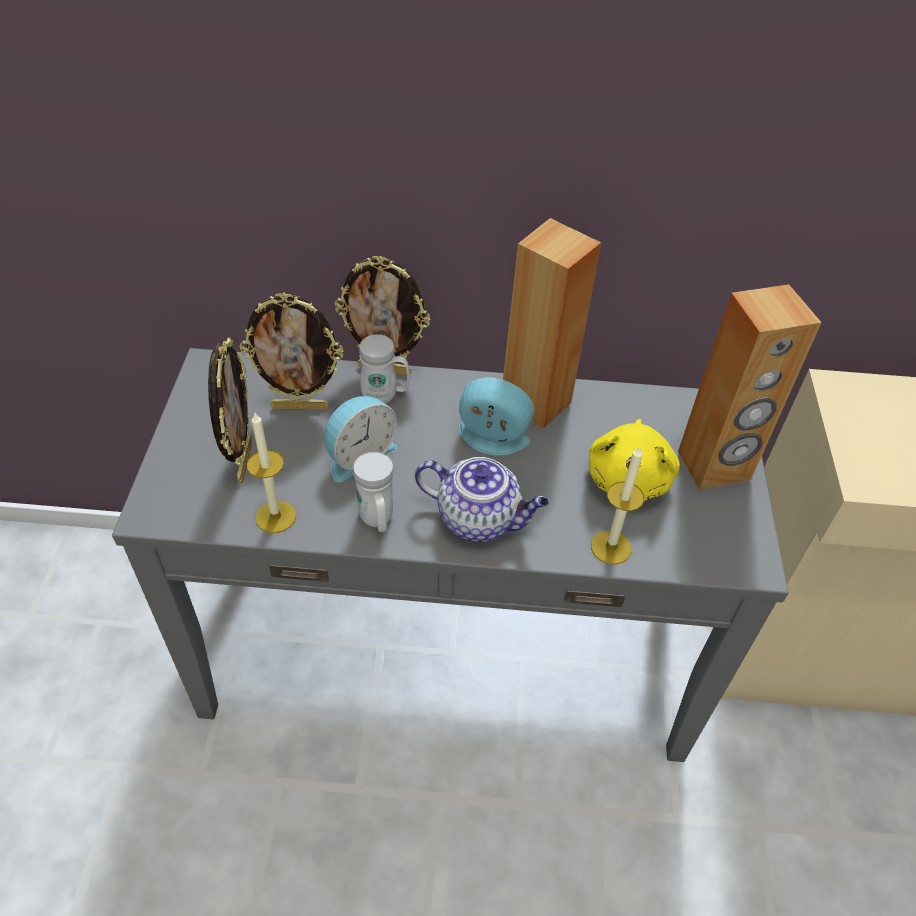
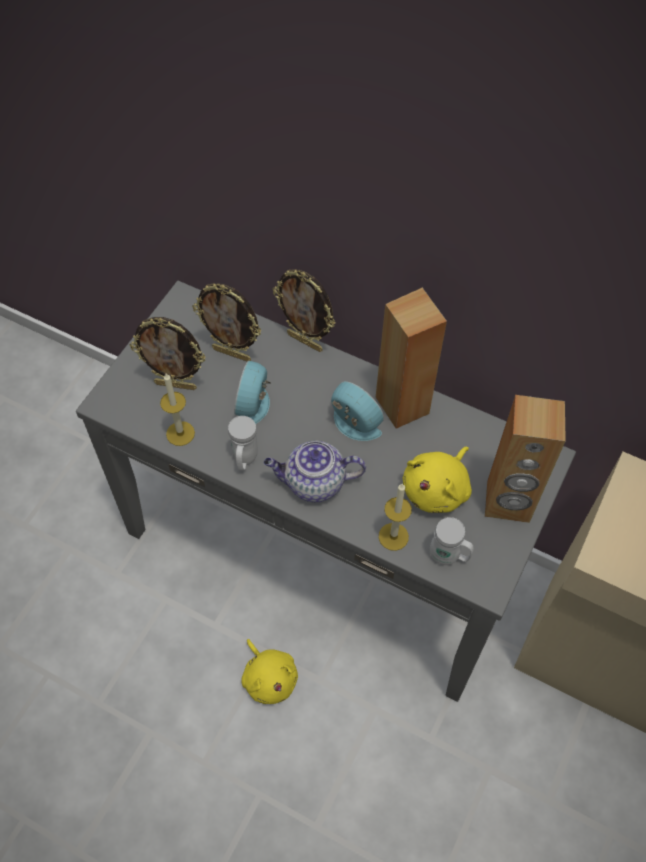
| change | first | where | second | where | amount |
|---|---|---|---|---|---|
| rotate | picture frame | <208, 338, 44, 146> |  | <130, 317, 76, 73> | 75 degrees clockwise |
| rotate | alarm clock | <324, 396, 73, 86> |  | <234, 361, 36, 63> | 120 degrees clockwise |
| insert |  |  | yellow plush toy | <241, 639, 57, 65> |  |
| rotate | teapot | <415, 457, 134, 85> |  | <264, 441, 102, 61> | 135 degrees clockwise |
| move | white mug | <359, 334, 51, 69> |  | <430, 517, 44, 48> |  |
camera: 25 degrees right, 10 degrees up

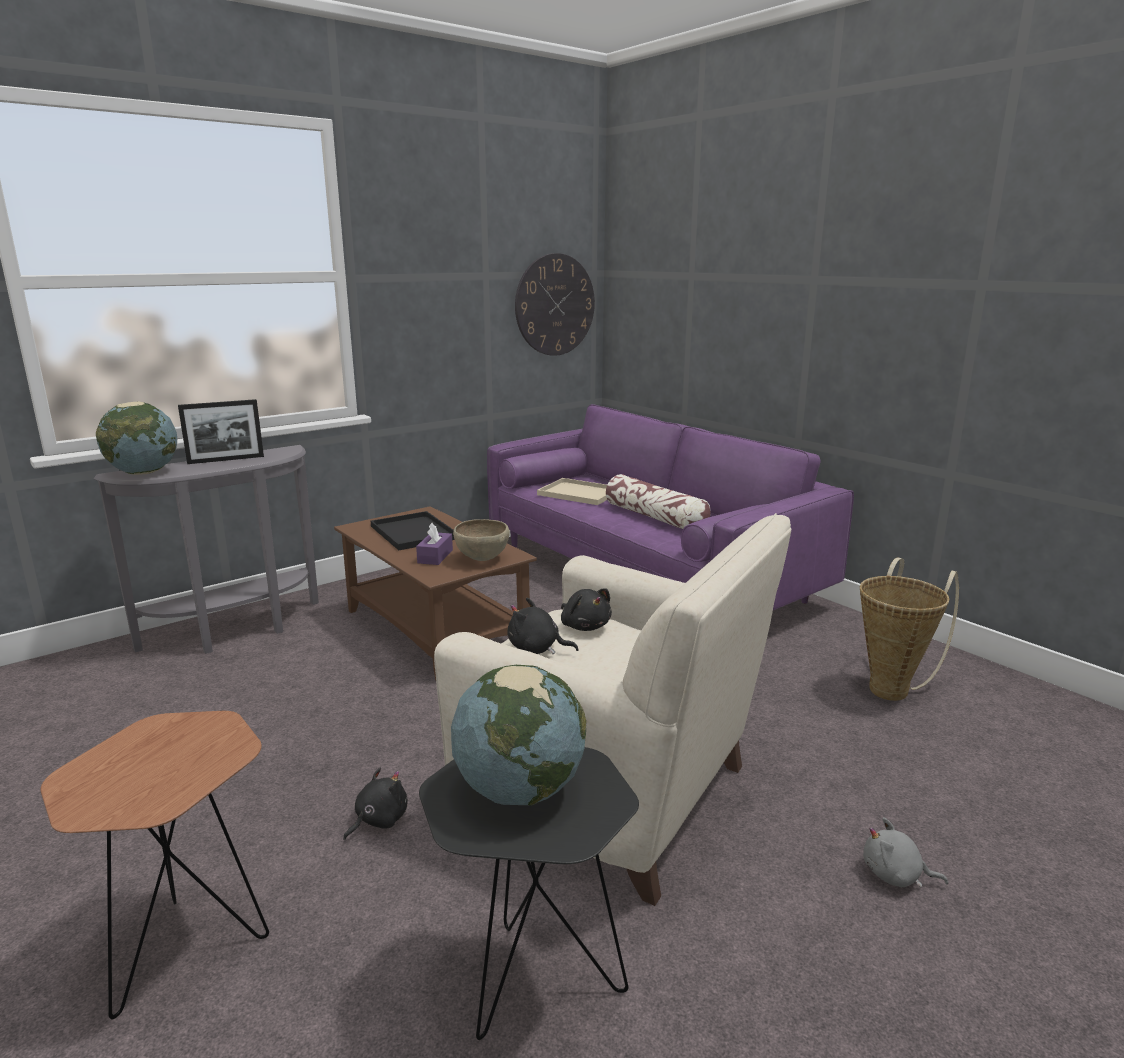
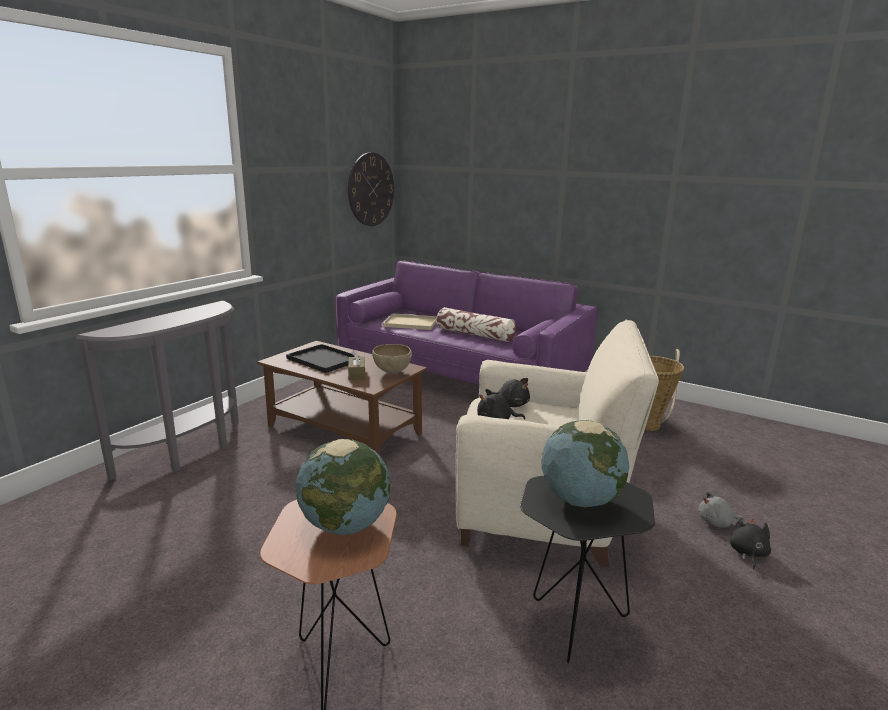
| change | first | where | second | where | amount |
|---|---|---|---|---|---|
| move | globe | <96, 402, 81, 73> |  | <296, 439, 95, 96> |  |
| recolor | purple tissue box | <416, 523, 37, 42> | brown tissue box | <348, 350, 17, 30> |  |
| move | black plush toy | <343, 768, 64, 72> |  | <730, 518, 41, 51> |  |
| delete | picture frame | <178, 399, 86, 65> |  |  |  |
camera: 20 degrees left, 0 degrees up

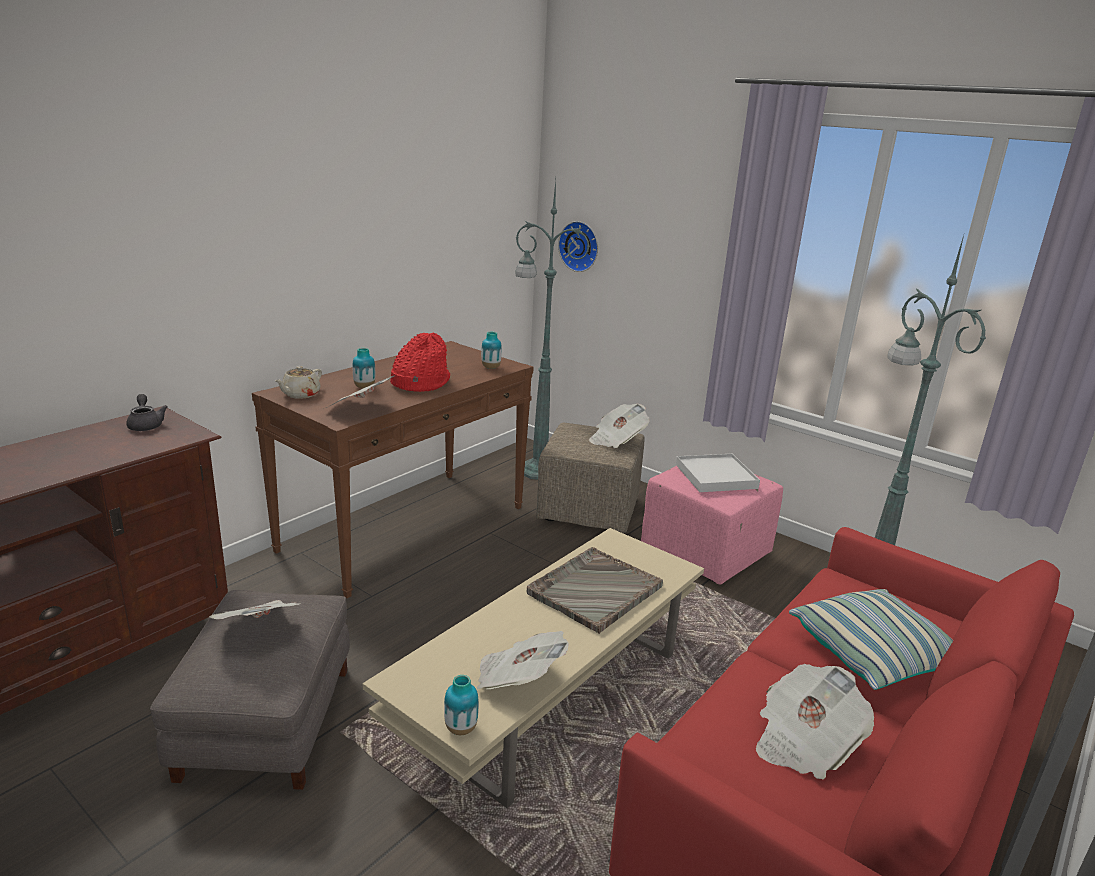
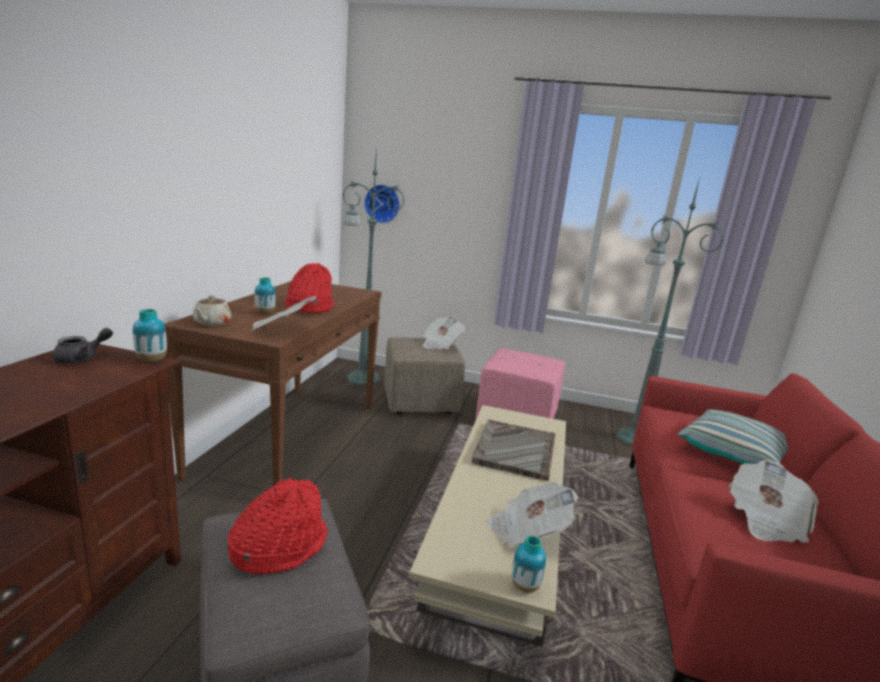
| change | first | where | second | where | amount |
|---|---|---|---|---|---|
| rotate | grey teapot | <126, 394, 42, 37> |  | <52, 328, 61, 36> | 90 degrees clockwise |
| move | vase | <481, 332, 21, 37> |  | <133, 309, 34, 53> |  |
| replace | newspaper | <209, 600, 90, 19> | red hat | <228, 478, 100, 97> |  |
| delete | white tray | <676, 454, 84, 38> |  |  |  |
camera: 25 degrees left, 5 degrees down

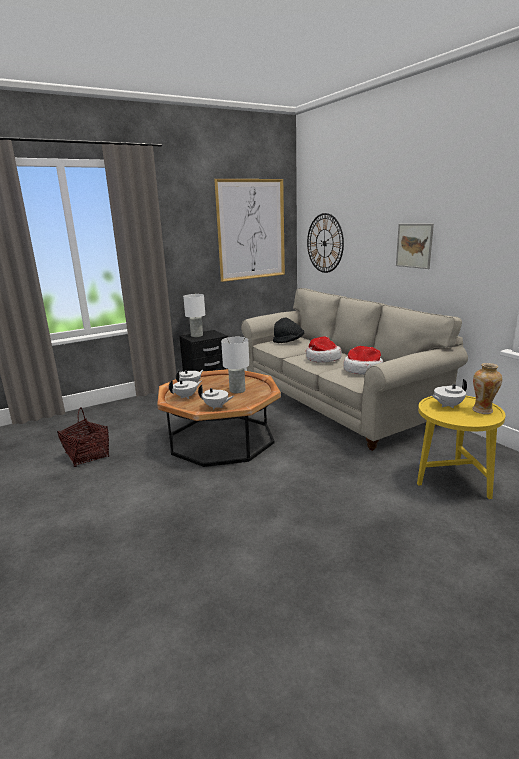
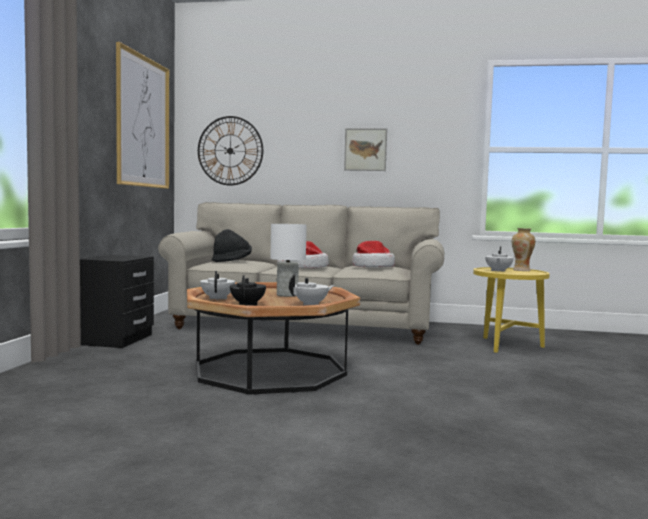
| change | first | where | second | where | amount |
|---|---|---|---|---|---|
| recolor | white teapot | <169, 380, 32, 19> | black teapot | <230, 275, 36, 31> |  |
| delete | basket | <57, 407, 52, 60> |  |  |  |
| delete | white table lamp | <183, 294, 22, 43> |  |  |  |
camera: 50 degrees left, 15 degrees down

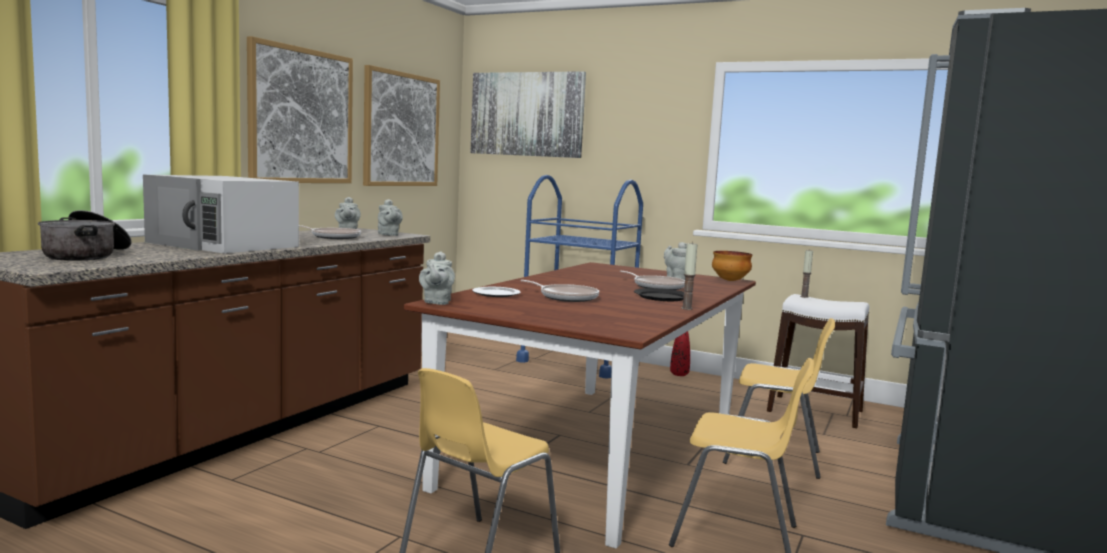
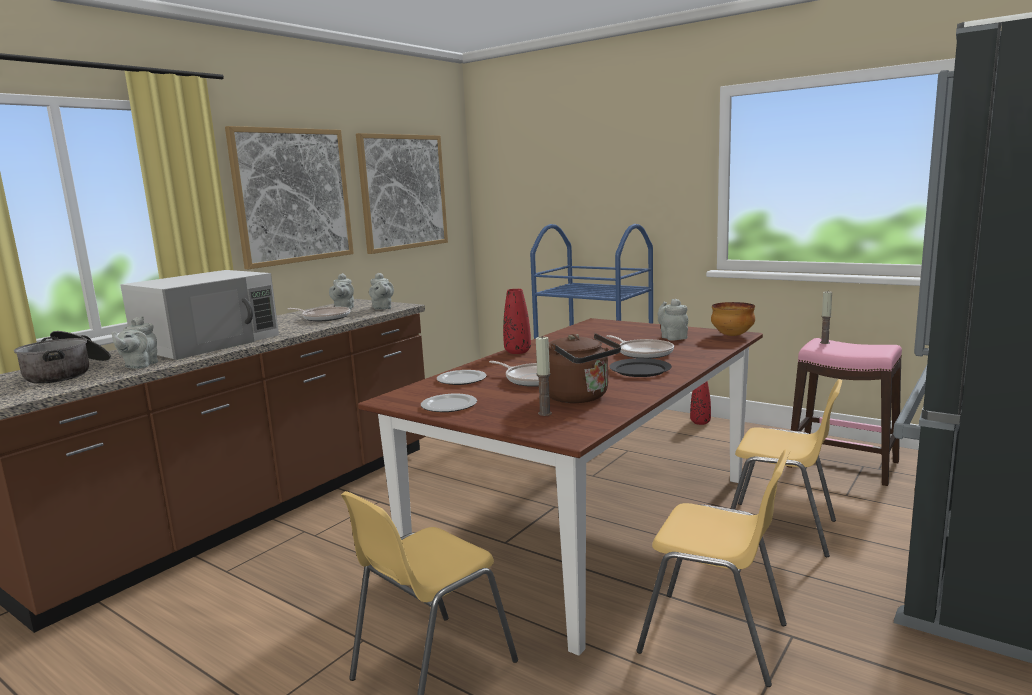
| change | first | where | second | where | amount |
|---|---|---|---|---|---|
| move | grey teapot | <419, 252, 36, 53> |  | <111, 316, 47, 53> |  |
| rotate | white microwave | <143, 175, 156, 79> |  | <120, 270, 159, 90> | 90 degrees counterclockwise |
| insert |  |  | plate | <421, 393, 56, 19> |  |
| insert |  |  | red vase | <503, 289, 28, 65> |  |
| move | candle | <681, 242, 17, 68> |  | <536, 335, 16, 81> |  |
| insert |  |  | brown kettle | <549, 333, 72, 70> |  |
| recolor | white stool | <767, 294, 102, 134> | pink stool | <787, 338, 115, 148> |  |
| delete | picture | <470, 71, 116, 87> |  |  |  |
camera: 10 degrees right, 5 degrees up

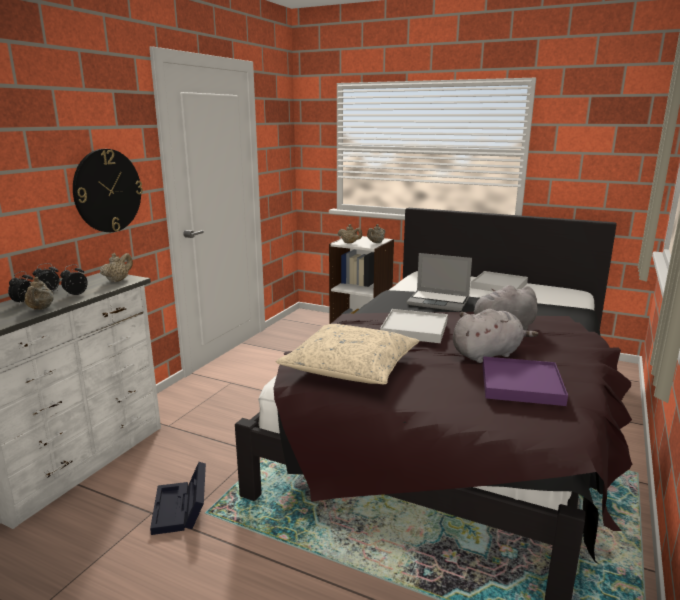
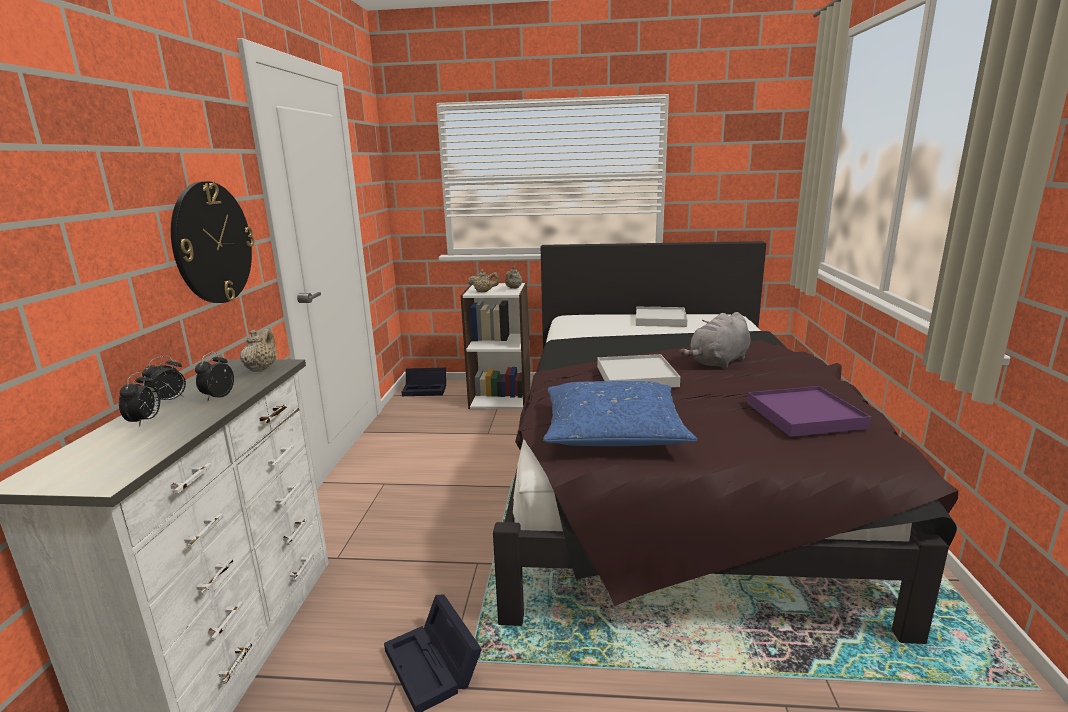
| change | first | where | second | where | amount |
|---|---|---|---|---|---|
| insert |  |  | black storage box | <402, 368, 44, 28> |  |
| recolor | beige pillow | <276, 324, 143, 60> | blue pillow | <543, 381, 154, 65> |  |
| delete | beige teapot | <25, 277, 29, 33> |  |  |  |
| delete | laptop | <407, 253, 65, 59> |  |  |  |
| delete | grey plush toy | <453, 309, 85, 54> |  |  |  |
camera: 20 degrees left, 0 degrees up

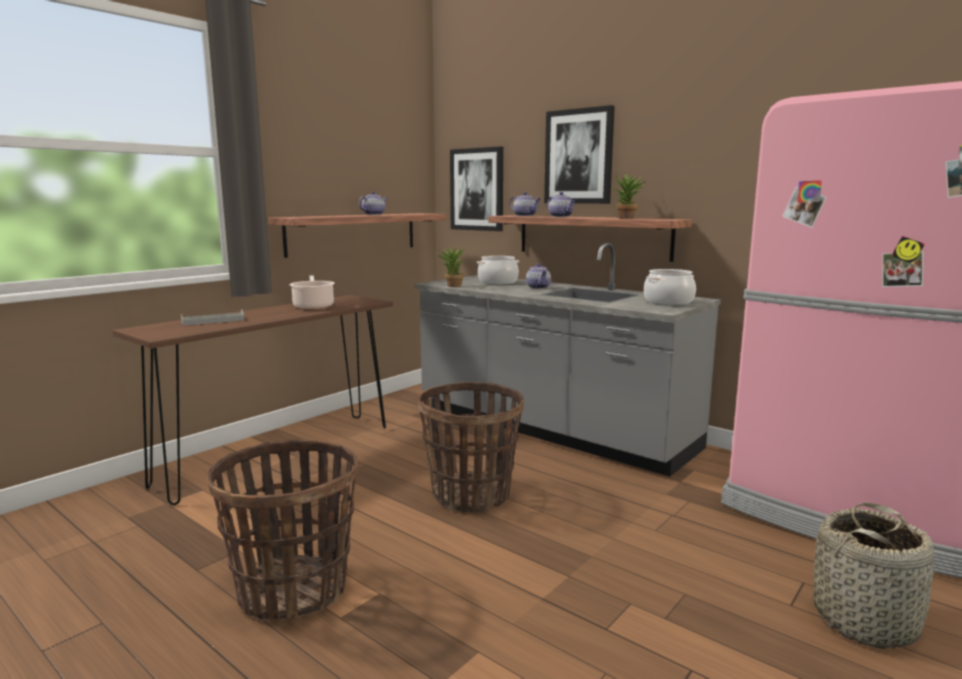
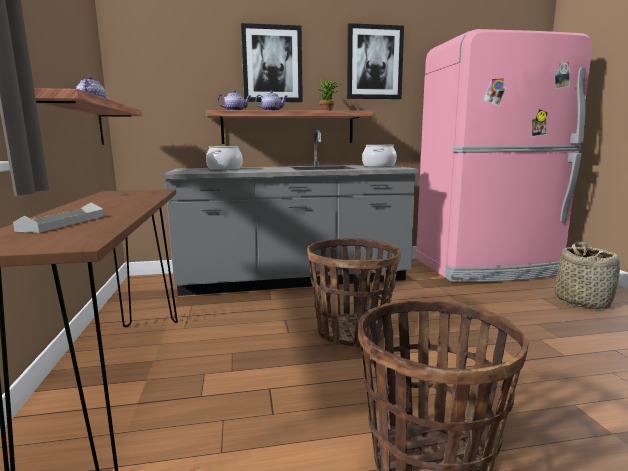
| change | first | where | second | where | amount |
|---|---|---|---|---|---|
| move | picture | <450, 147, 53, 84> |  | <347, 23, 57, 76> |  |
| delete | cooking pot | <289, 275, 46, 34> |  |  |  |
| delete | potted plant | <435, 245, 30, 42> |  |  |  |
| delete | teapot | <526, 263, 25, 26> |  |  |  |
camera: 50 degrees left, 0 degrees up

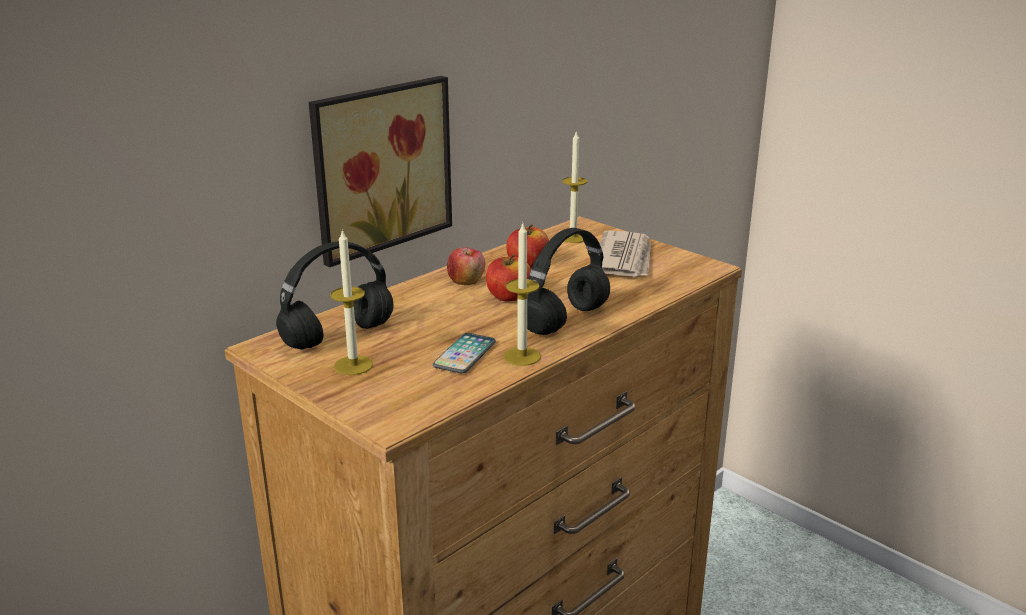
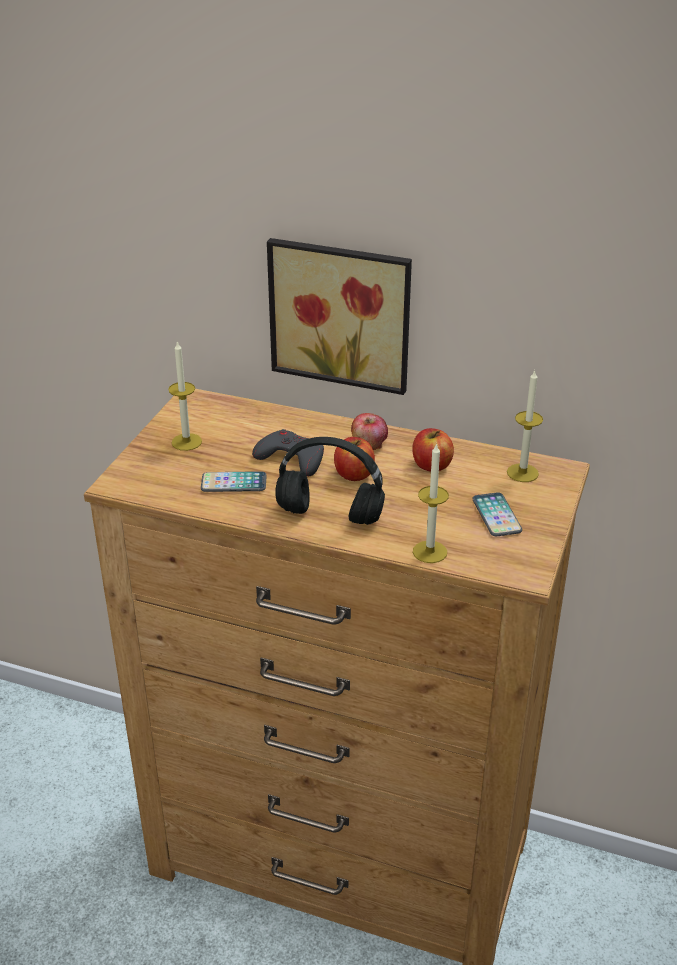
| change | first | where | second | where | amount |
|---|---|---|---|---|---|
| insert |  |  | grey game controller | <252, 429, 72, 47> |  |
| move | candle | <503, 224, 38, 142> |  | <413, 443, 36, 120> |  |
| replace | newspaper | <599, 230, 52, 47> | phone | <472, 492, 50, 44> |  |
| delete | black headphones | <276, 241, 118, 108> |  |  |  |
camera: 65 degrees right, 10 degrees up

